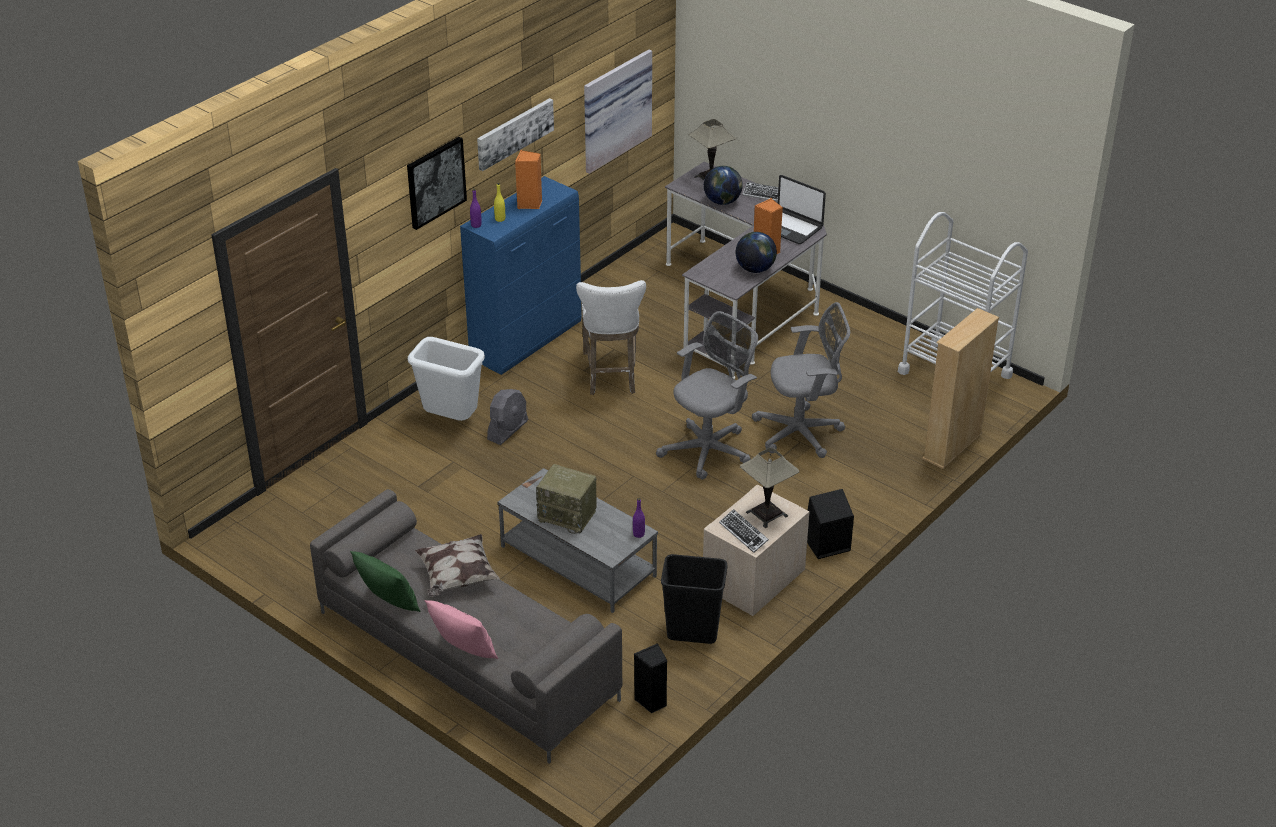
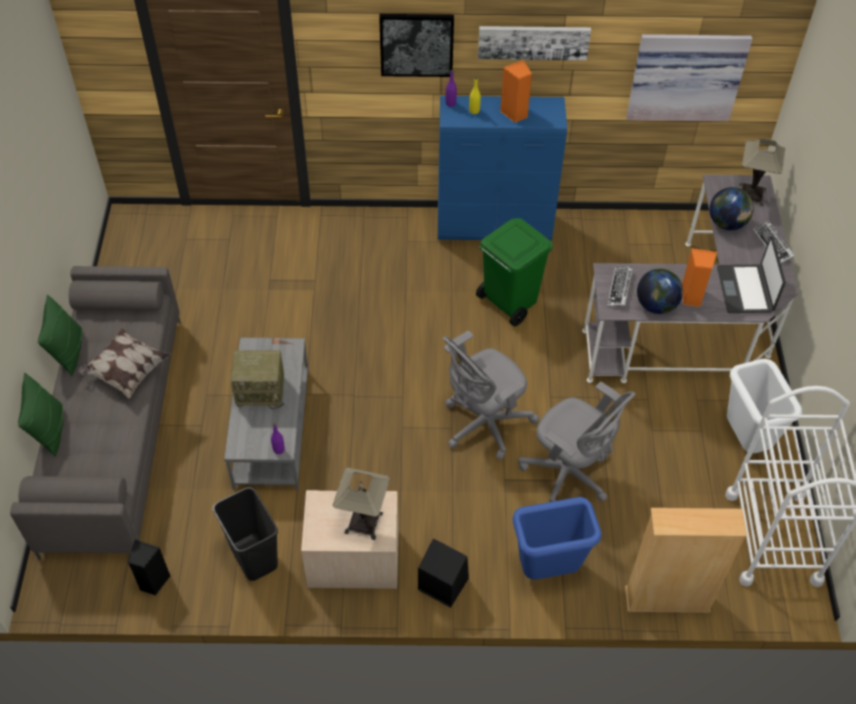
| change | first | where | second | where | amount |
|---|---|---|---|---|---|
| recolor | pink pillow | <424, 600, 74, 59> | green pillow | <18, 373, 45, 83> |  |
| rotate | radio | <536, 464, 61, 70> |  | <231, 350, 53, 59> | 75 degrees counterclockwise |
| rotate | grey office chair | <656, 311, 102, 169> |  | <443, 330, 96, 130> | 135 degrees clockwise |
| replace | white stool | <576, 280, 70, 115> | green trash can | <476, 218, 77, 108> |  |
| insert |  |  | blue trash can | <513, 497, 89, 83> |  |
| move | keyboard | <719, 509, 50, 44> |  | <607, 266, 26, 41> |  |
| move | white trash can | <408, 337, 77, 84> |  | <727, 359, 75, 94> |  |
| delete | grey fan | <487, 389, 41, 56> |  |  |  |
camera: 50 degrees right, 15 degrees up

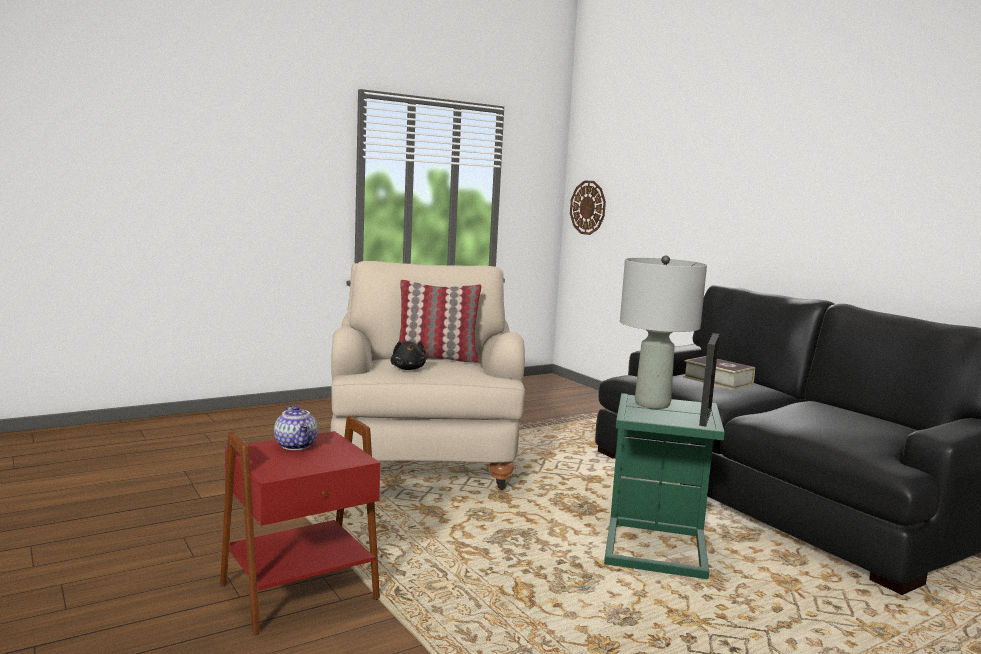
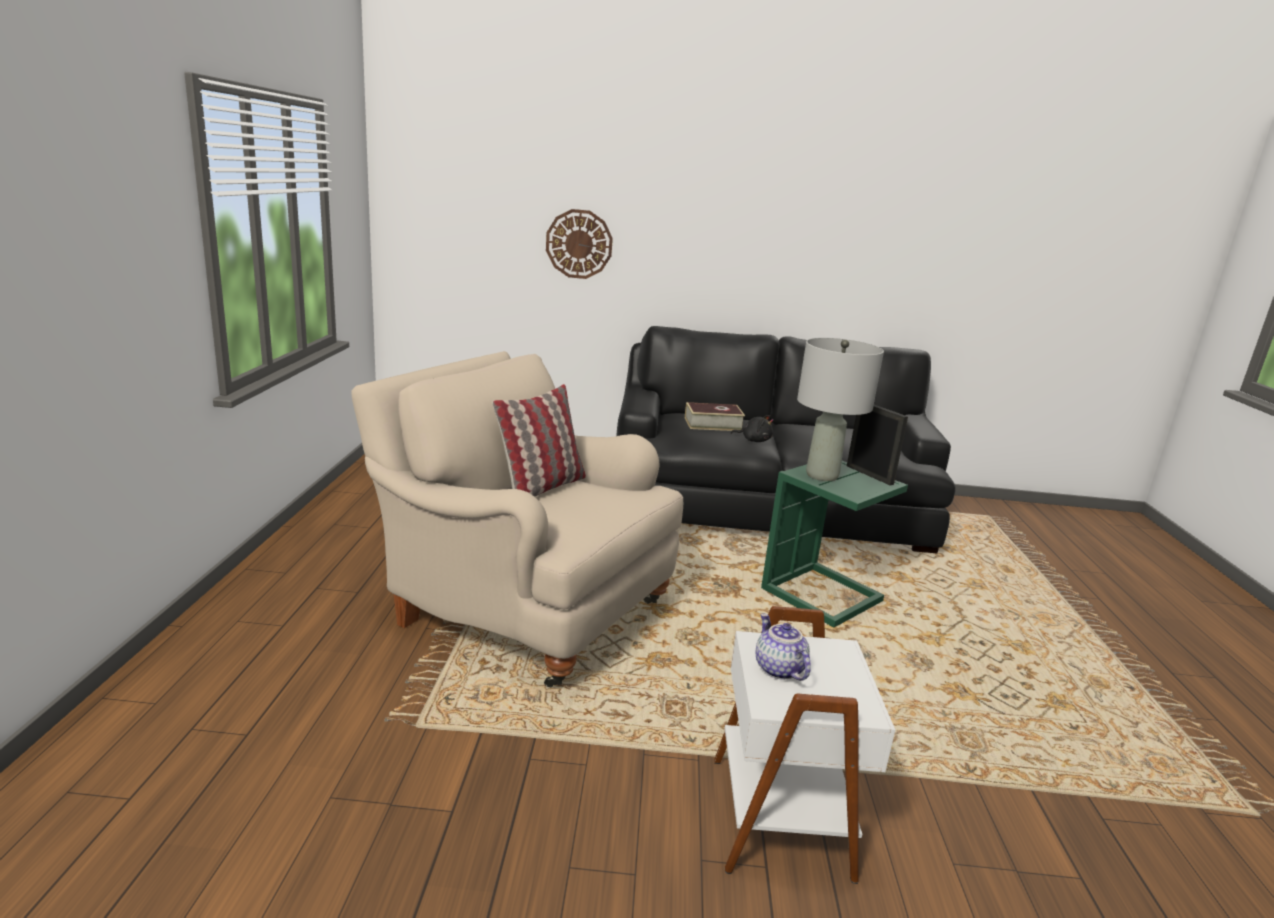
| change | first | where | second | where | amount |
|---|---|---|---|---|---|
| move | wall clock | <570, 181, 36, 54> |  | <546, 209, 67, 70> |  |
| recolor | red side table | <220, 416, 160, 219> | white side table | <714, 606, 181, 278> |  |
| move | black plush toy | <391, 341, 36, 29> |  | <731, 415, 42, 27> |  |
| rotate | teapot | <274, 405, 44, 45> |  | <756, 614, 55, 67> | 120 degrees counterclockwise |
camera: 55 degrees left, 10 degrees up

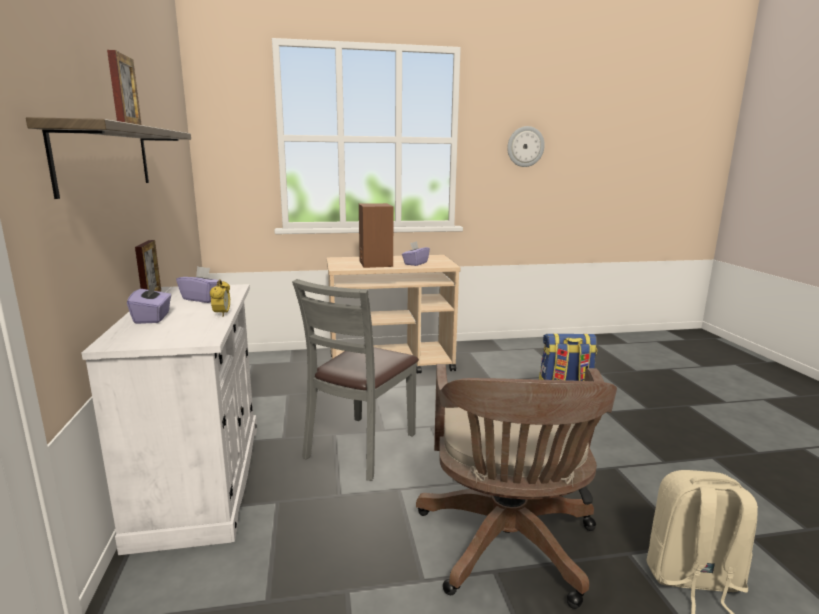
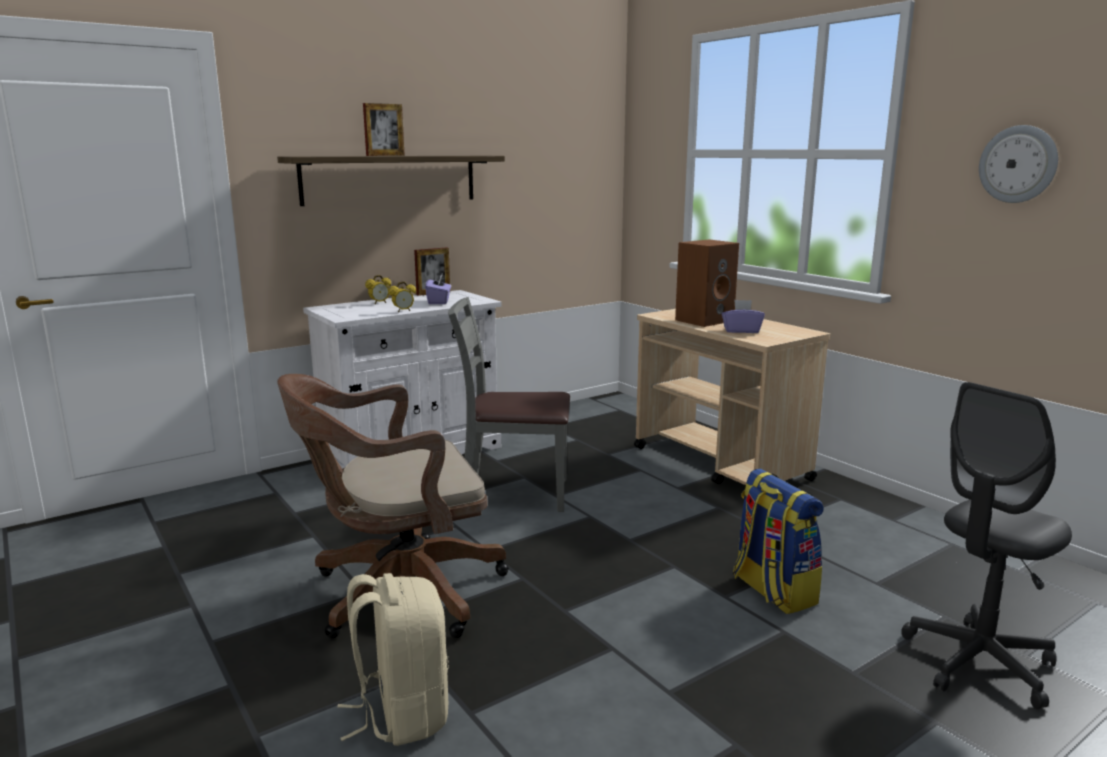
| change | first | where | second | where | amount |
|---|---|---|---|---|---|
| replace | purple tissue box | <127, 281, 44, 43> | alarm clock | <365, 275, 26, 29> |  |
| insert |  |  | grey office chair | <901, 382, 171, 327> |  |
camera: 65 degrees right, 0 degrees up

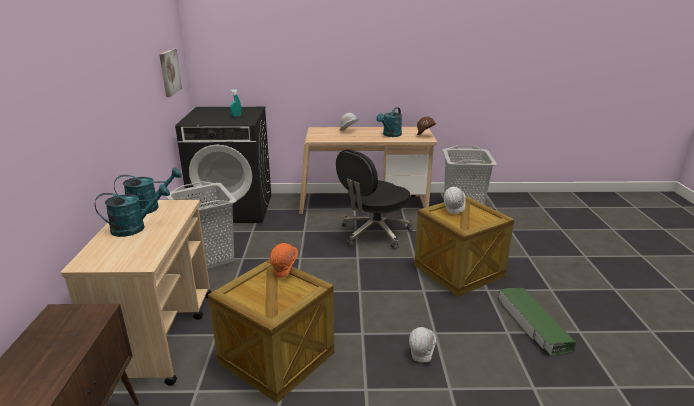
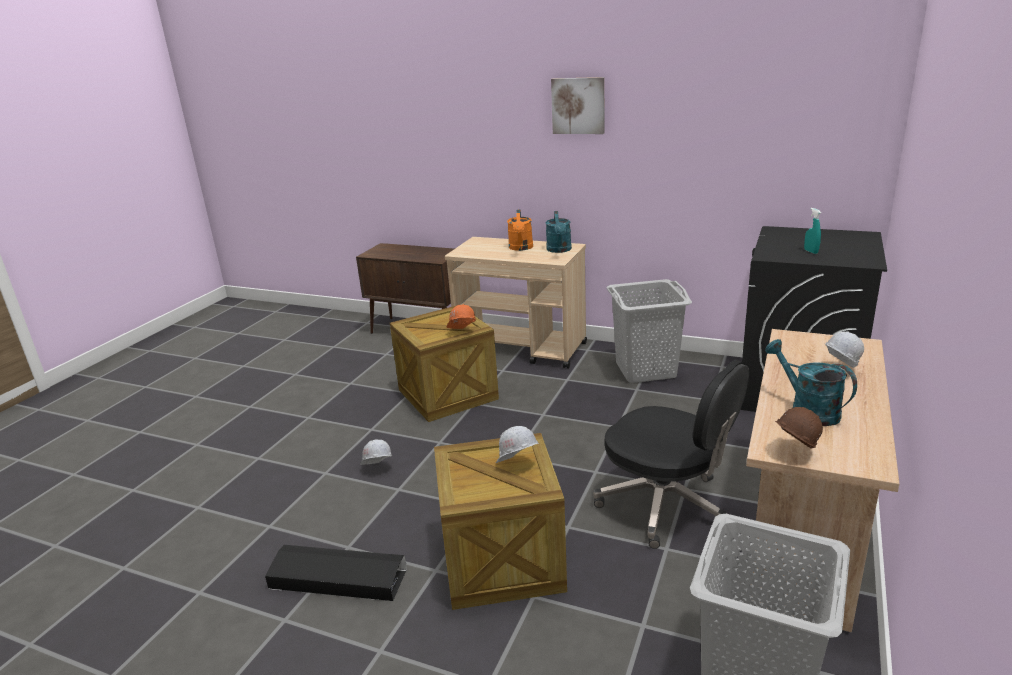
| change | first | where | second | where | amount |
|---|---|---|---|---|---|
| recolor | green storage box | <499, 288, 77, 68> | black storage box | <265, 545, 142, 56> |  |
| recolor | turquoise watering can | <95, 185, 75, 52> | orange watering can | <507, 210, 26, 41> |  |
| move | picture | <159, 49, 23, 48> |  | <551, 77, 53, 57> |  |
| rotate | black office chair | <336, 149, 77, 101> |  | <593, 360, 156, 189> | 150 degrees clockwise |
camera: 115 degrees right, 0 degrees up

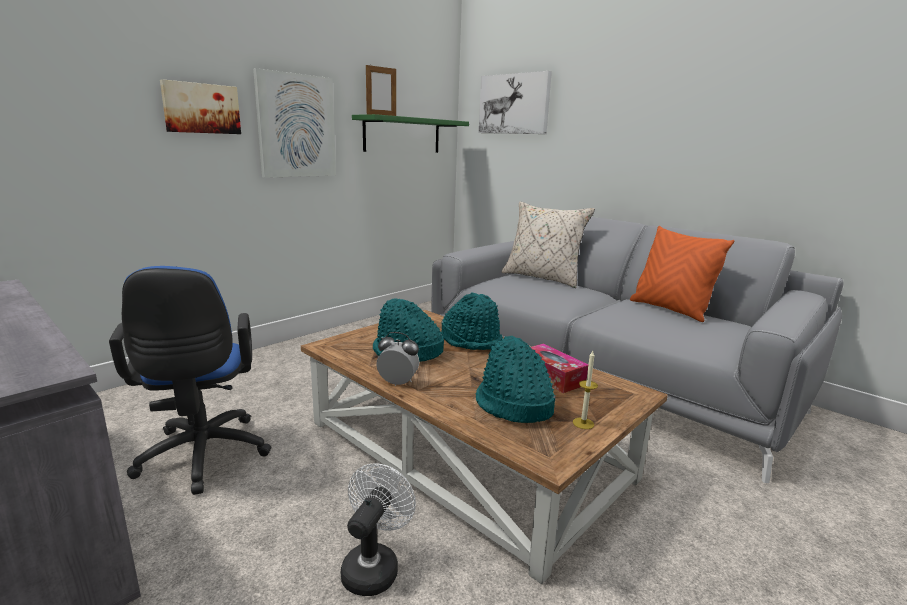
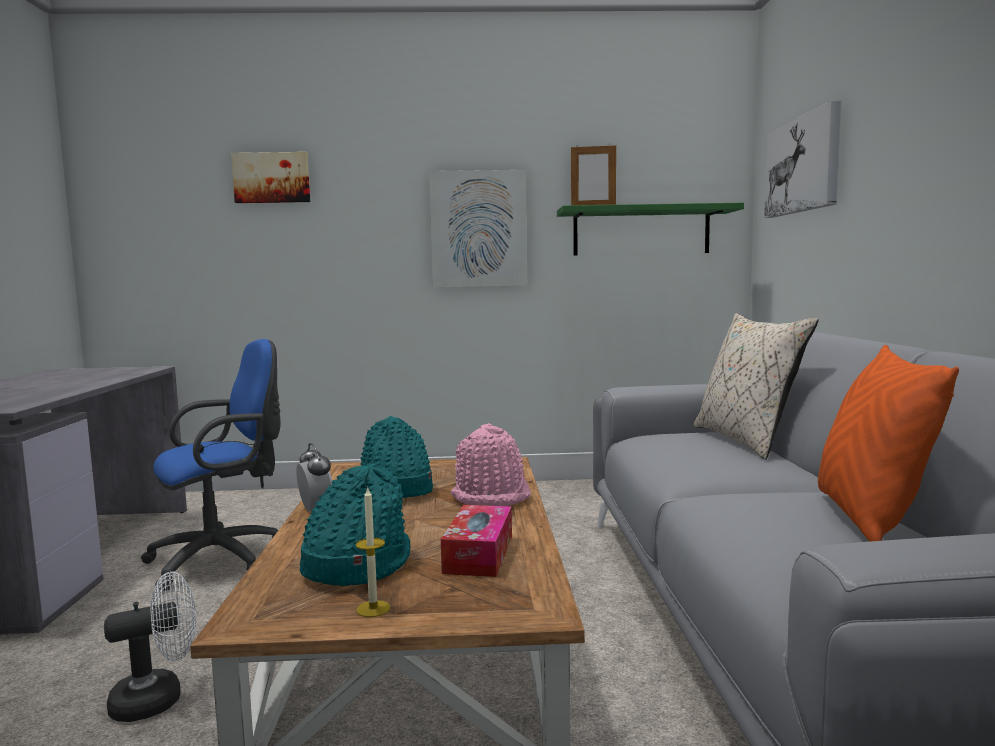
| change | first | where | second | where | amount |
|---|---|---|---|---|---|
| rotate | blue office chair | <109, 266, 162, 229> |  | <141, 339, 140, 252> | 150 degrees counterclockwise |
| move | picture | <160, 79, 81, 55> |  | <231, 152, 79, 51> |  |
| recolor | turquoise hat | <441, 292, 62, 58> | pink hat | <451, 423, 80, 83> |  |
camera: 45 degrees right, 10 degrees down

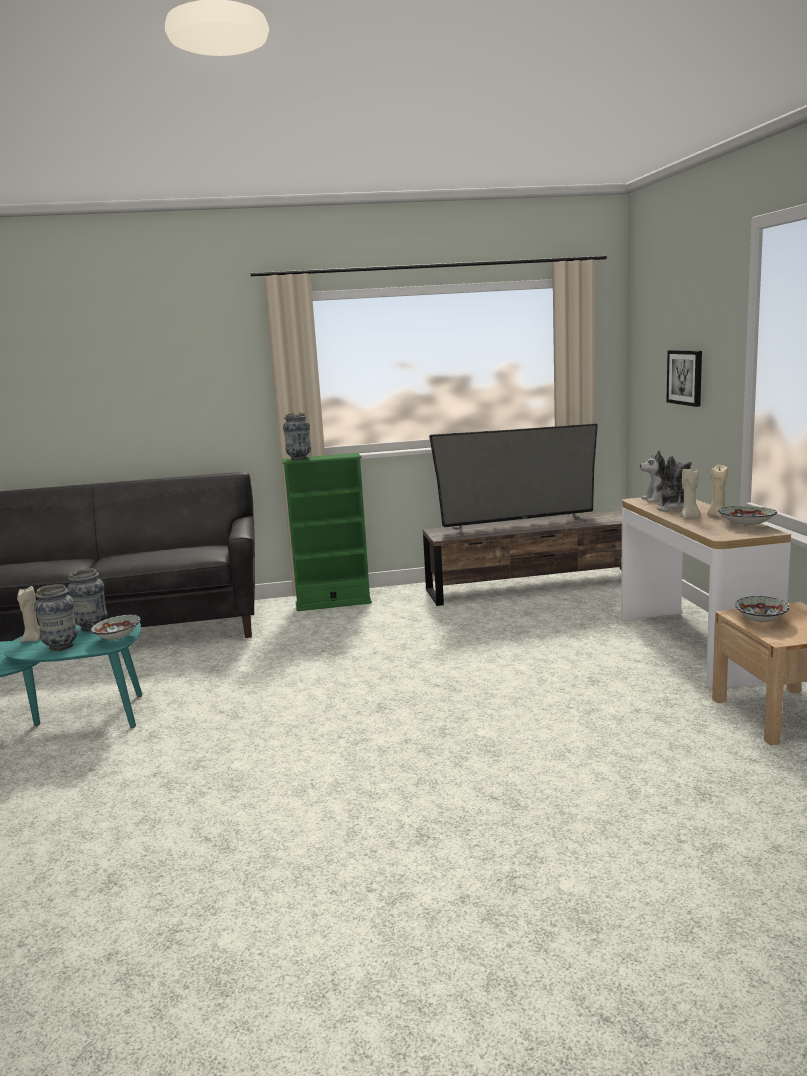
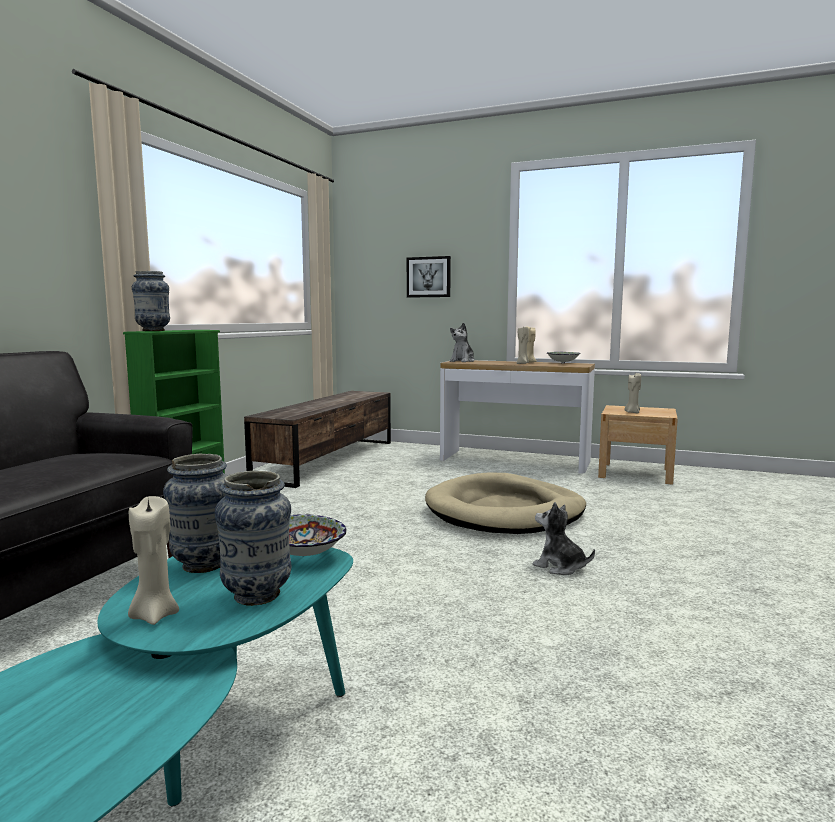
| change | first | where | second | where | amount |
|---|---|---|---|---|---|
| insert |  |  | beige dog bed | <425, 473, 161, 61> |  |
| move | plush toy | <657, 455, 35, 57> |  | <532, 502, 63, 73> |  |
| replace | bowl | <735, 596, 54, 27> | beige candle | <624, 373, 17, 40> |  |
| delete | television | <429, 423, 169, 112> |  |  |  |
camera: 60 degrees left, 5 degrees down

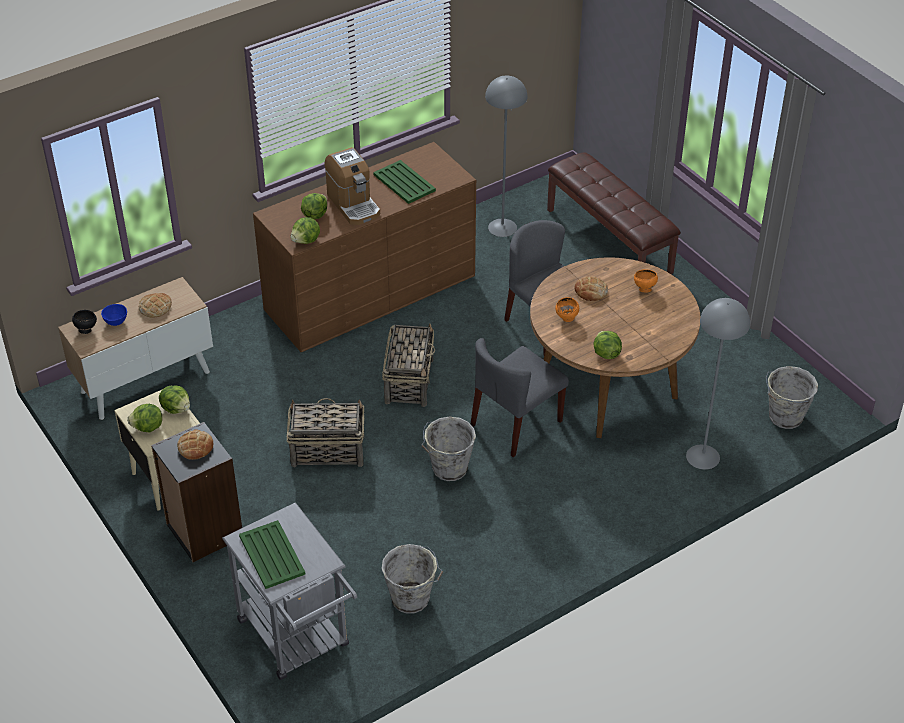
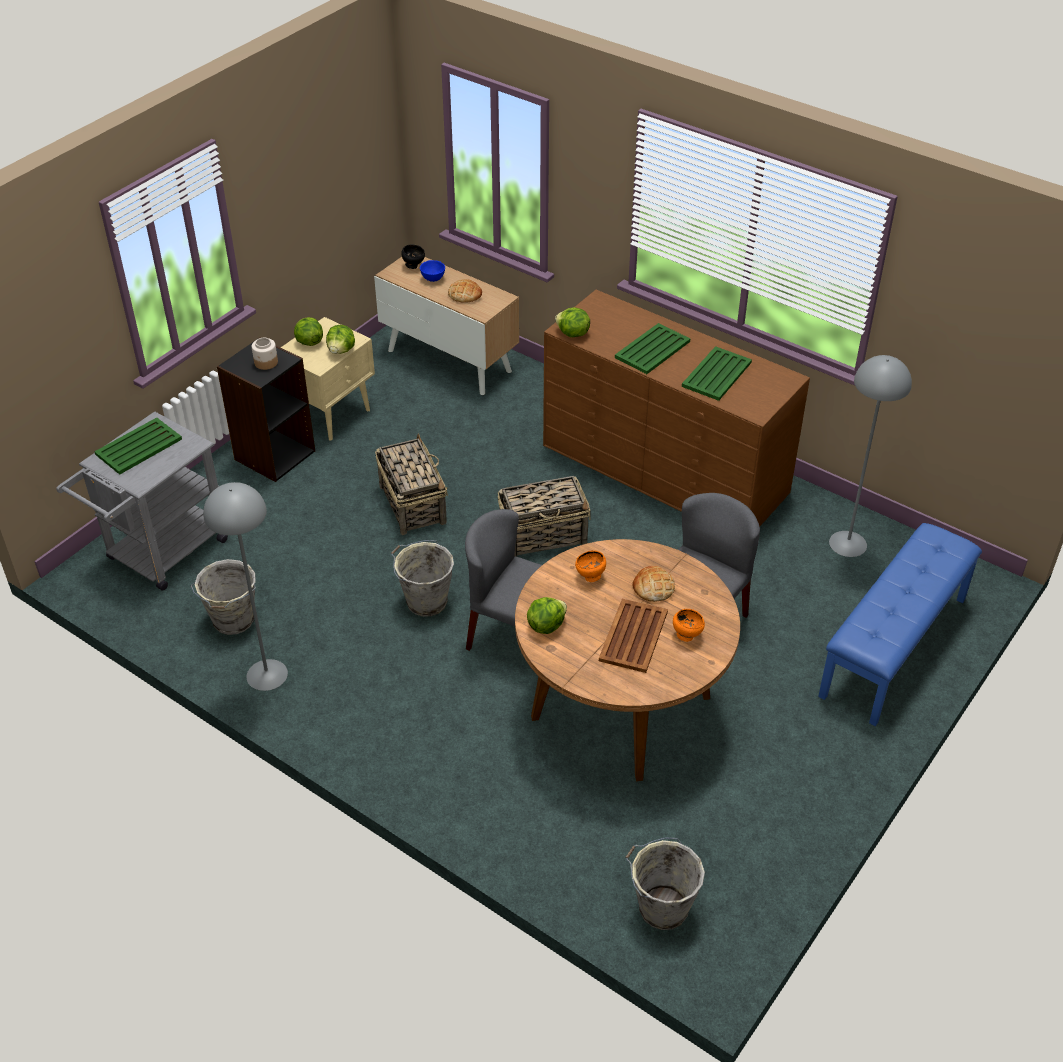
| change | first | where | second | where | amount |
|---|---|---|---|---|---|
| move | grey floor lamp | <686, 298, 64, 172> |  | <203, 482, 85, 209> |  |
| replace | bread | <177, 429, 36, 31> | jar | <252, 338, 26, 32> |  |
| insert |  |  | brown tray | <599, 599, 69, 74> |  |
| replace | coffee machine | <325, 147, 55, 78> | green tray | <615, 323, 75, 51> |  |
| recolor | brown bench | <547, 153, 134, 121> | blue bench | <818, 523, 164, 203> |  |
| delete | lettuce | <301, 193, 26, 26> |  |  |  |
camera: 70 degrees right, 0 degrees up

